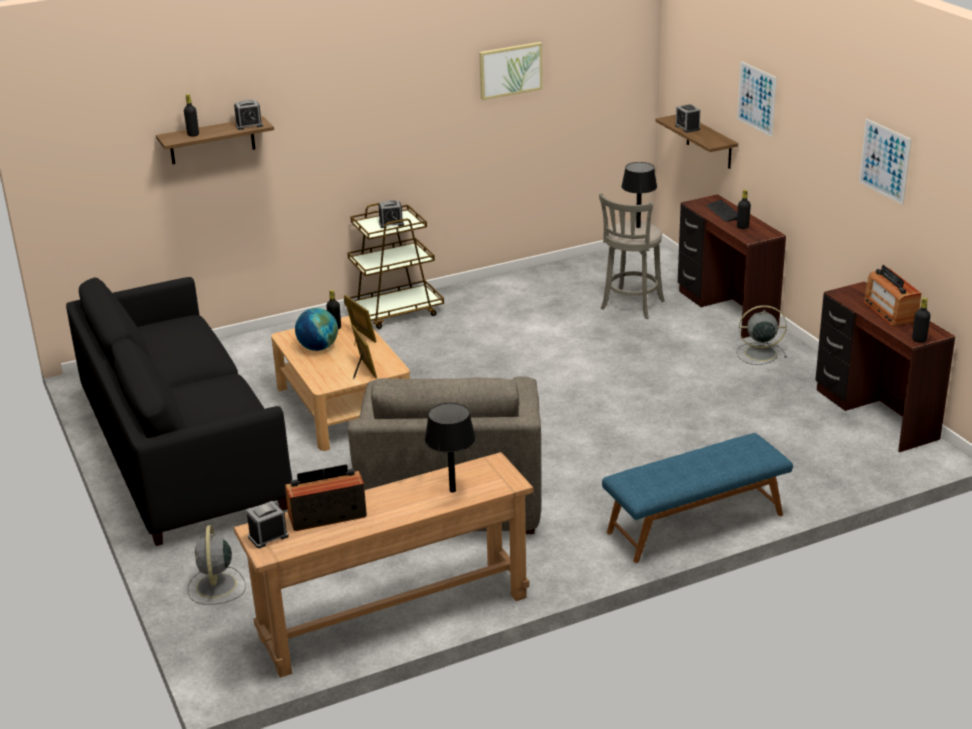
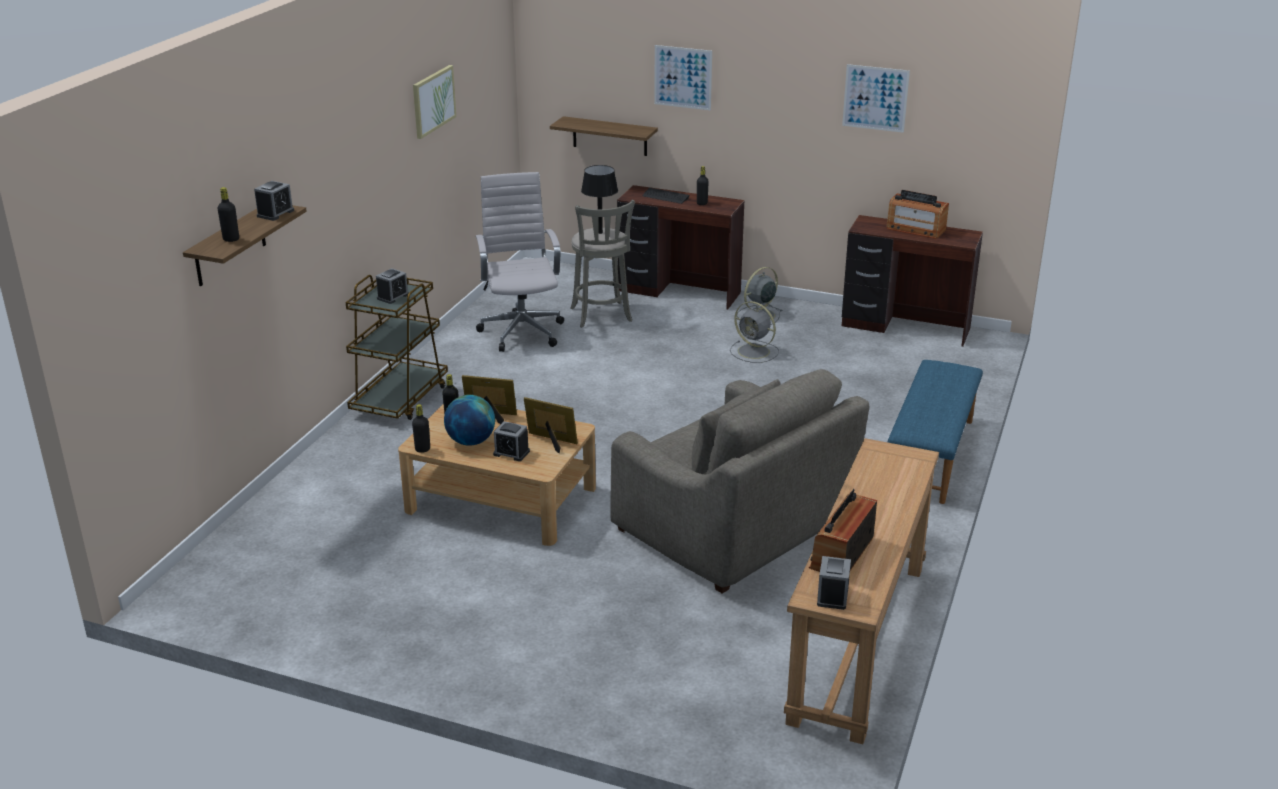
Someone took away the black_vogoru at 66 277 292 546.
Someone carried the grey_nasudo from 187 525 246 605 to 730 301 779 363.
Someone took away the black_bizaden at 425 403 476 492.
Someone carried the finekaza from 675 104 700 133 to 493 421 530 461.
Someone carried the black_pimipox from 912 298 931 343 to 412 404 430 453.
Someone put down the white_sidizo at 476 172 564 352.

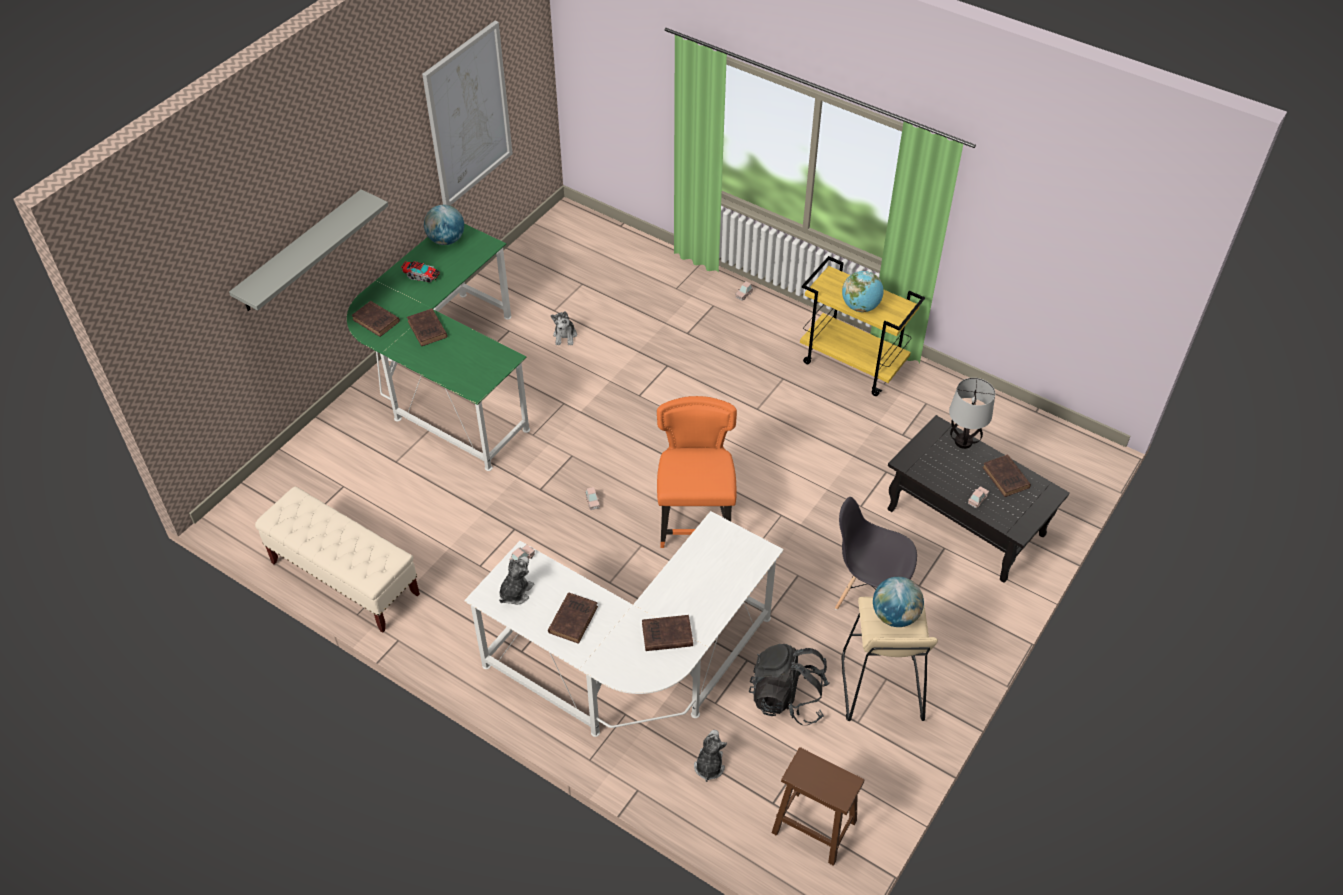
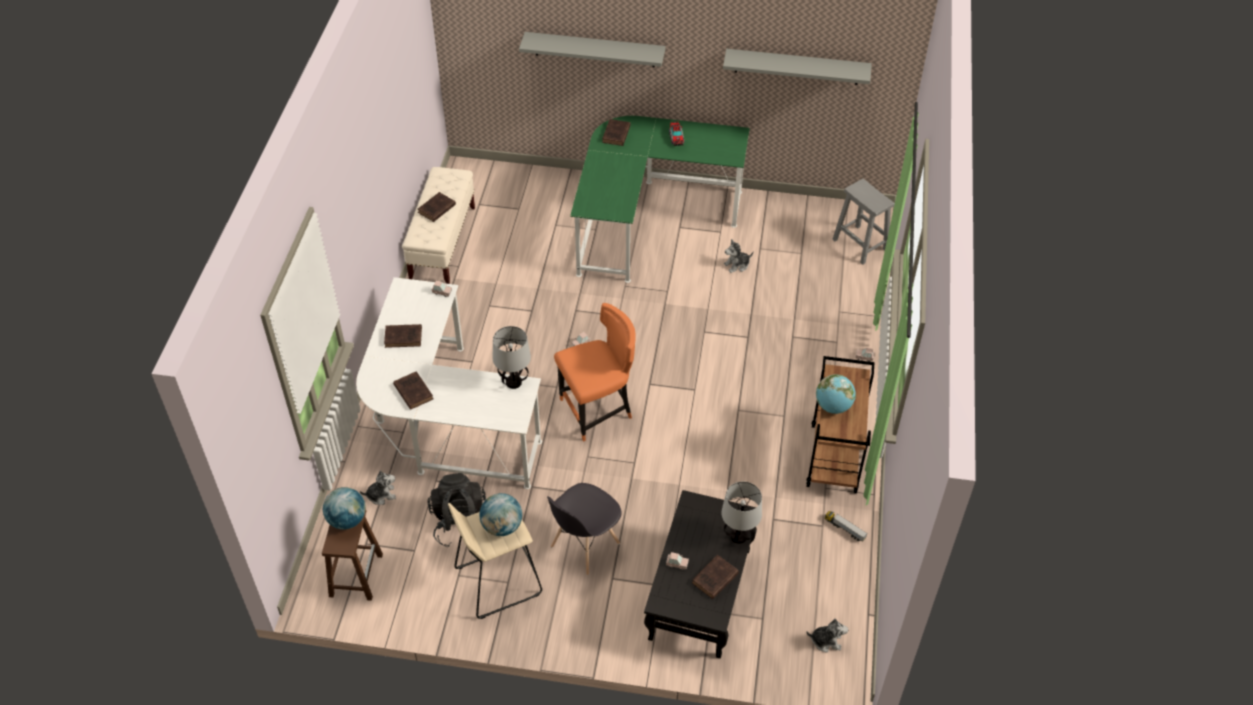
Someone carried the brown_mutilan from 407 309 448 346 to 418 192 456 222.
Someone swapped the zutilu at 422 21 513 206 for the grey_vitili at 723 49 872 85.
Someone carried the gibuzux from 424 205 464 245 to 323 487 366 530.
Someone carried the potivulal from 499 556 534 605 to 806 618 848 652.
Someone repainted the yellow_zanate at 800 256 925 396, which became the brown_zanate at 806 356 874 493.
Someone rotated the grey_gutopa at 835 497 917 610 by 135 degrees counterclockwise.
Someone put down the bizaden at 493 326 531 389.
Someone put down the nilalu at 825 511 867 542.
Someone put down the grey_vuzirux at 832 179 895 265.

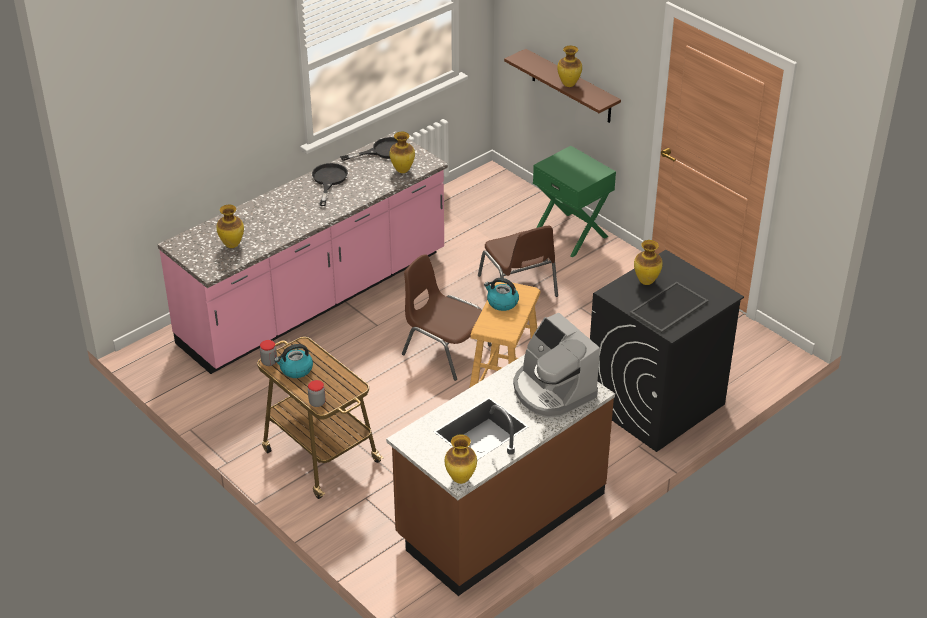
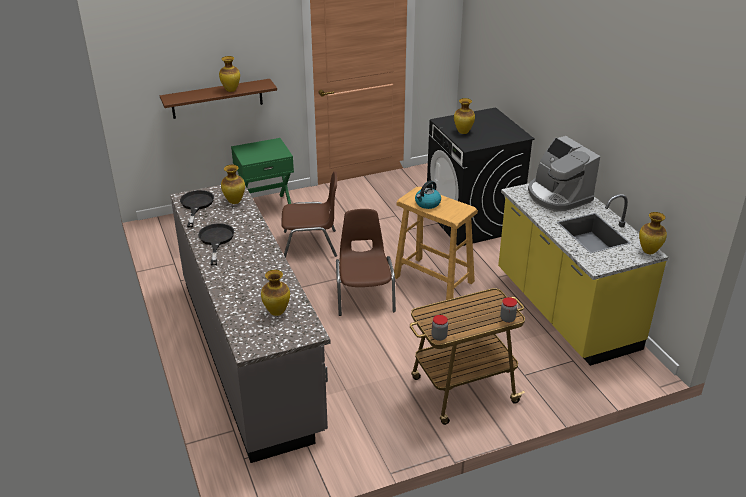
Someone repainted the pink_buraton at 158 131 448 374, which became the grey_buraton at 170 185 330 463.
Someone took away the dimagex at 274 344 313 378.
Someone rotated the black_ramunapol at 312 163 348 206 by 60 degrees clockwise.
Someone repainted the brown_buraton at 386 355 615 596, which became the yellow_buraton at 498 183 668 366.
Someone rotated the brown_gutopa at 402 254 492 381 by 120 degrees clockwise.
Someone rotated the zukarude at 513 313 600 418 by 75 degrees clockwise.
Someone took away the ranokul at 630 282 709 334.

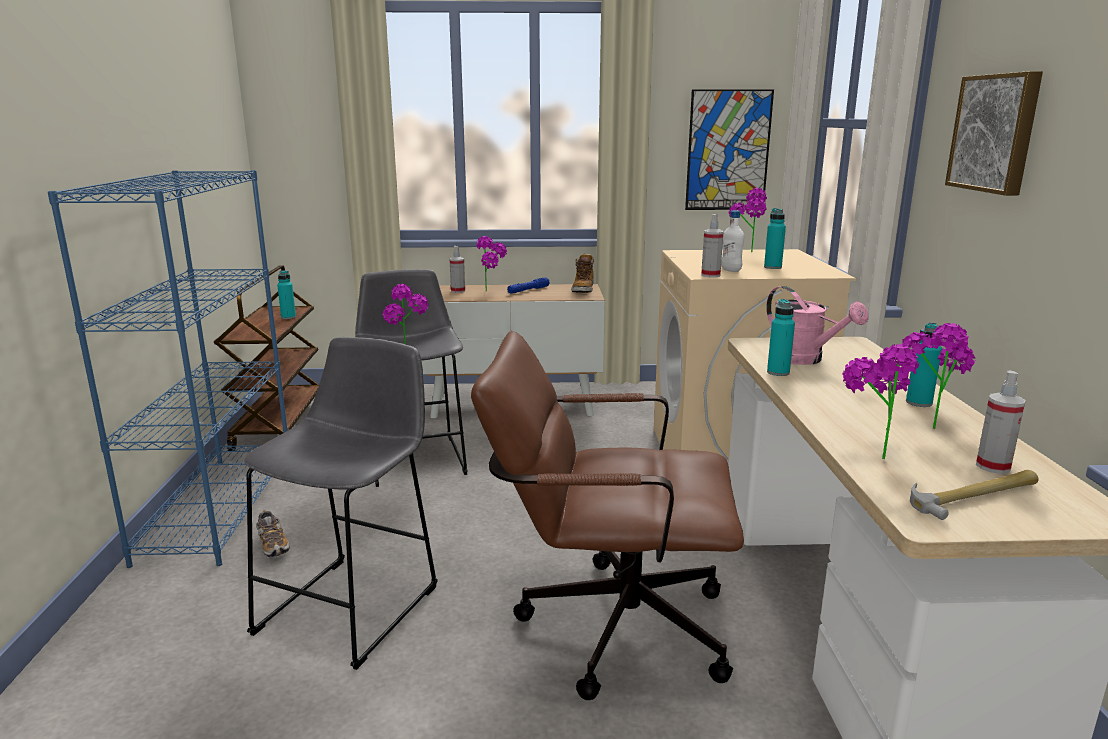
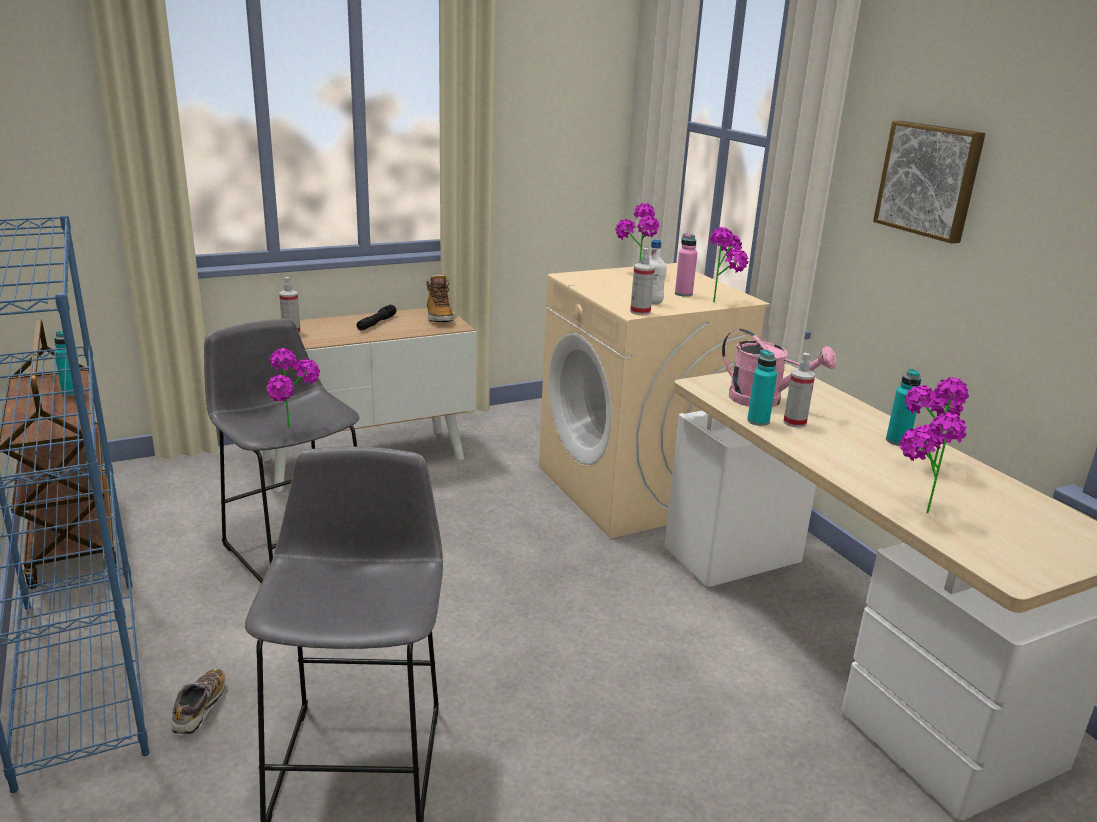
Someone rotated the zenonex at 256 510 290 559 by 120 degrees counterclockwise.
Someone took away the brown_sidizo at 471 331 744 700.
Someone carried the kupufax from 477 236 507 292 to 710 227 748 302.
Someone repainted the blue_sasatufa at 507 277 549 293, which became the black_sasatufa at 357 305 397 330.
Someone took away the zutilu at 685 89 774 210.
Someone repainted the turquoise_pimipox at 764 208 786 269, which became the pink_pimipox at 675 233 697 297.
Someone took away the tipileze at 910 470 1038 520.
Someone carried the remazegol from 976 371 1026 474 to 783 353 815 428.

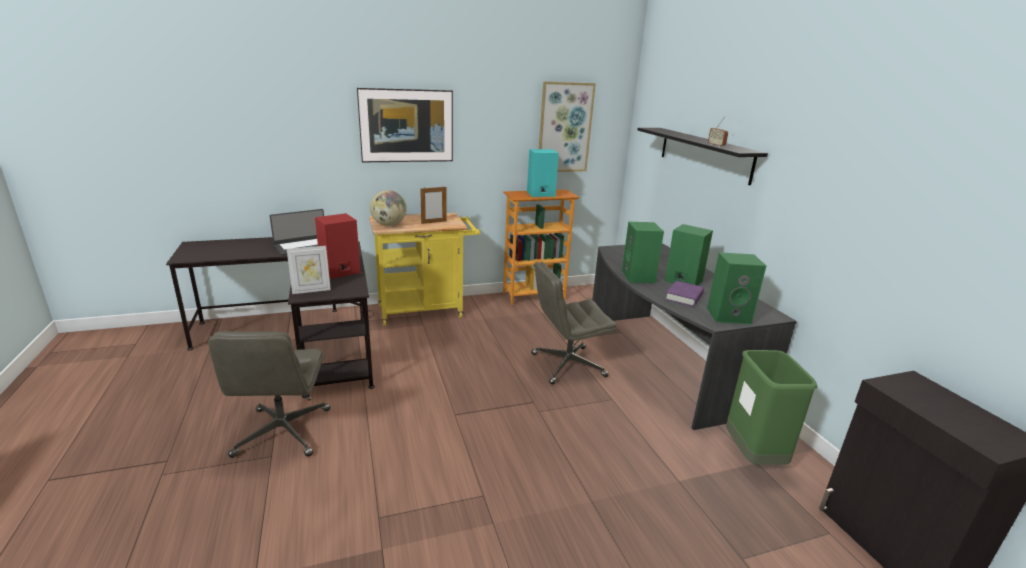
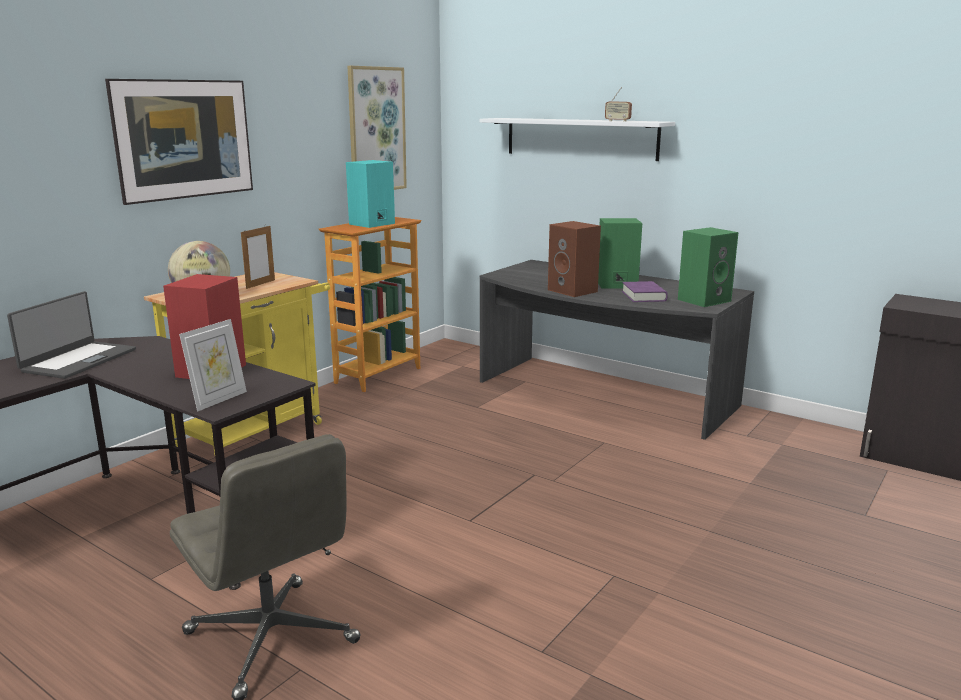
Someone took away the grey_sidizo at 531 262 616 384.
Someone repainted the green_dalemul at 622 222 664 283, which became the brown_dalemul at 548 221 601 297.
Someone repainted the black_vitili at 637 128 768 185, which became the white_vitili at 480 118 675 161.
Someone took away the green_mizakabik at 726 350 818 465.

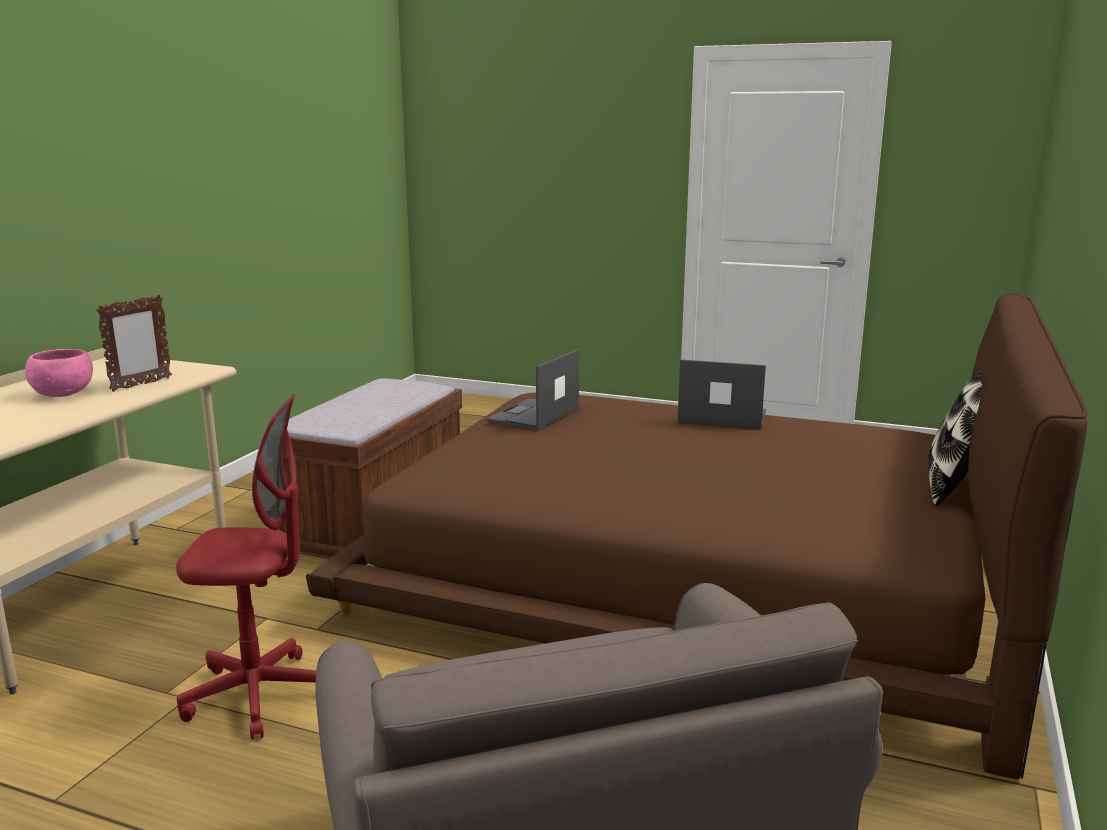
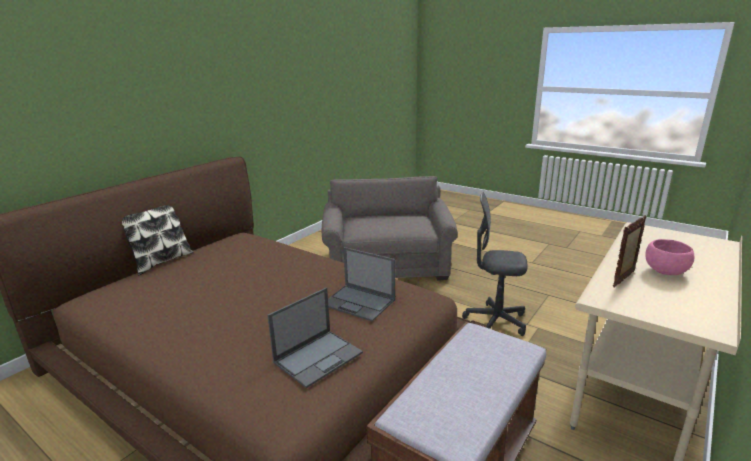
Someone repainted the red_sidizo at 176 394 316 739, which became the grey_sidizo at 462 191 528 336.
Someone carried the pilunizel from 677 359 766 429 to 328 247 395 322.

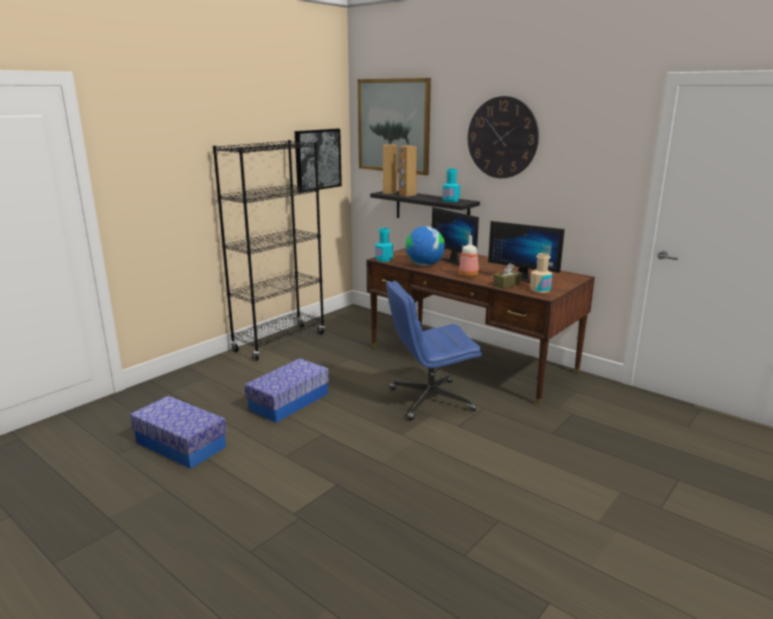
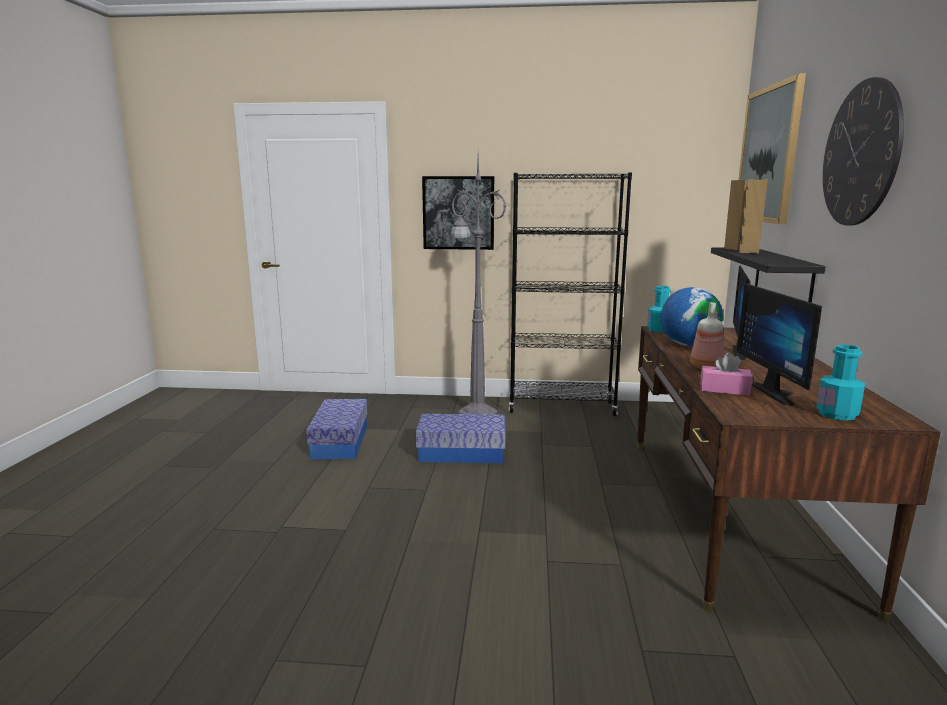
Someone carried the zutilu from 295 129 342 193 to 422 176 494 250.
Someone took away the blue_sidizo at 386 280 482 420.
Someone carried the turquoise_pimipox from 442 168 460 202 to 816 344 865 421.
Someone repainted the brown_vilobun at 493 263 522 289, which became the pink_vilobun at 700 352 753 396.
Someone took away the beige_pimipox at 530 253 552 293.
Someone put down the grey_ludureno at 451 156 506 415.

